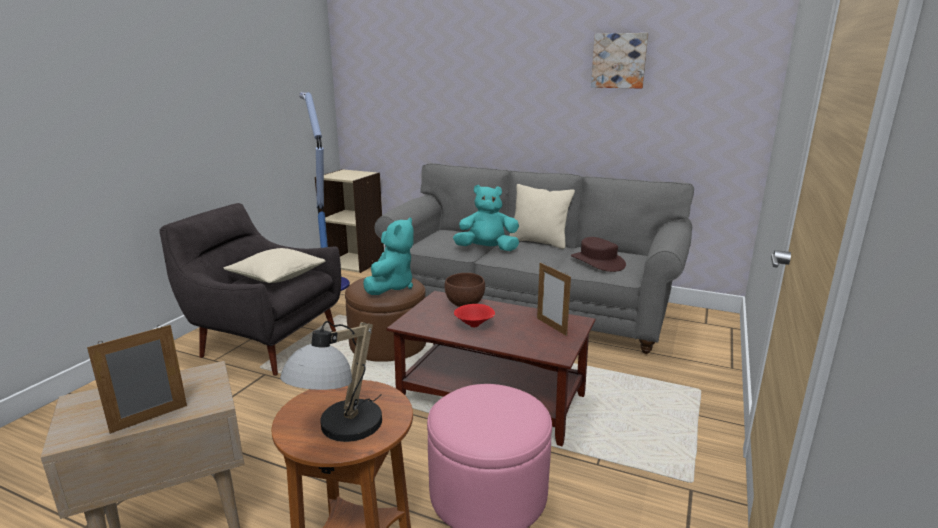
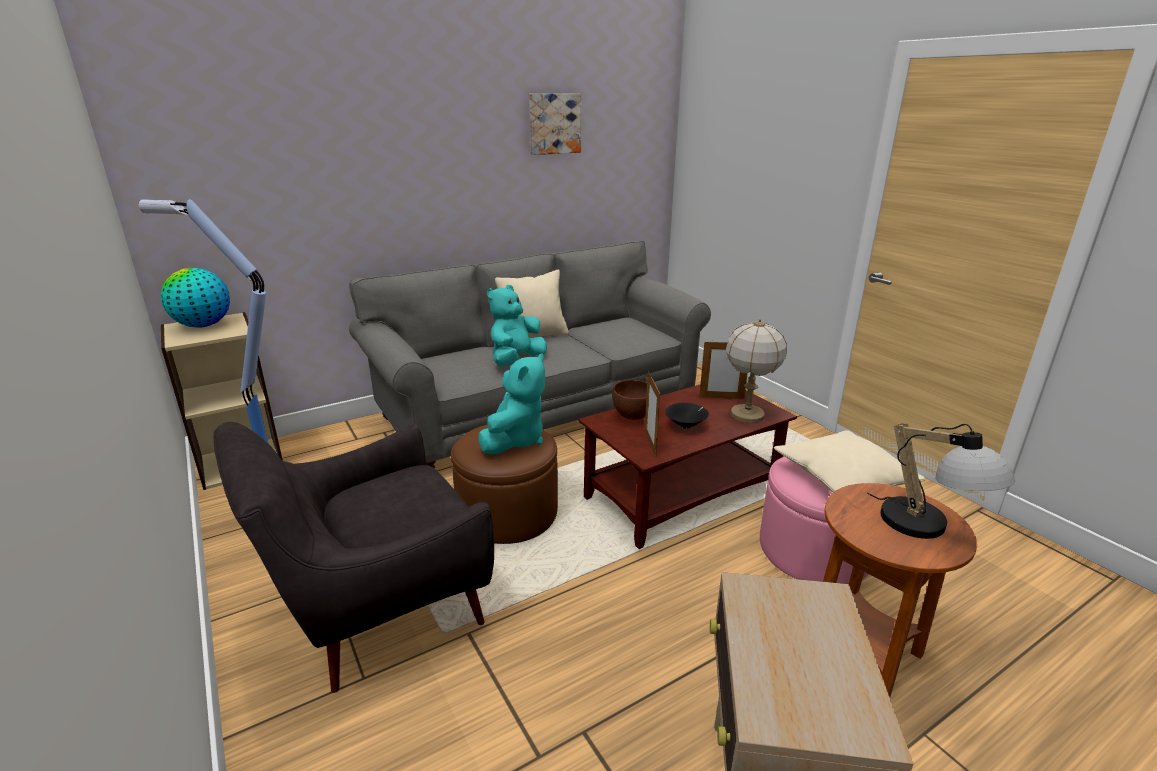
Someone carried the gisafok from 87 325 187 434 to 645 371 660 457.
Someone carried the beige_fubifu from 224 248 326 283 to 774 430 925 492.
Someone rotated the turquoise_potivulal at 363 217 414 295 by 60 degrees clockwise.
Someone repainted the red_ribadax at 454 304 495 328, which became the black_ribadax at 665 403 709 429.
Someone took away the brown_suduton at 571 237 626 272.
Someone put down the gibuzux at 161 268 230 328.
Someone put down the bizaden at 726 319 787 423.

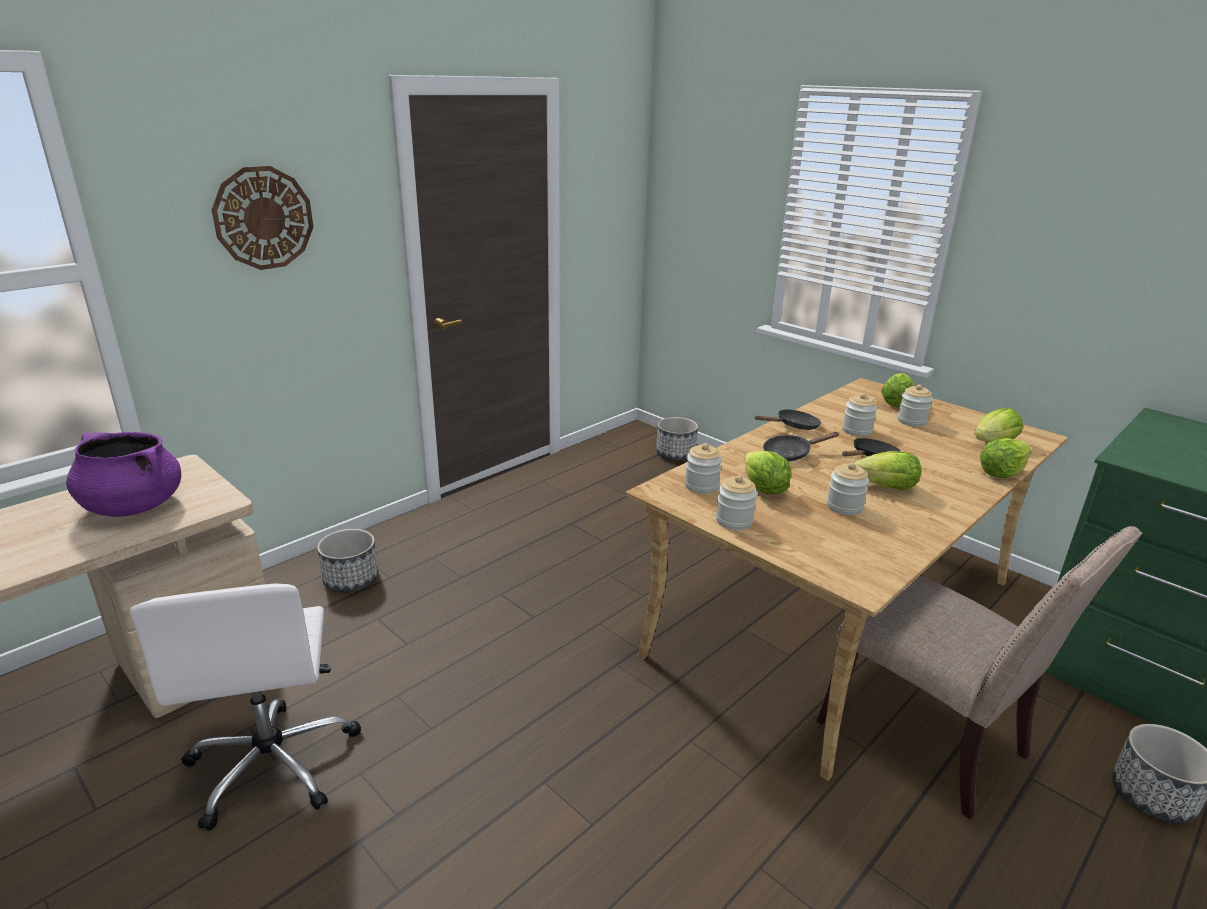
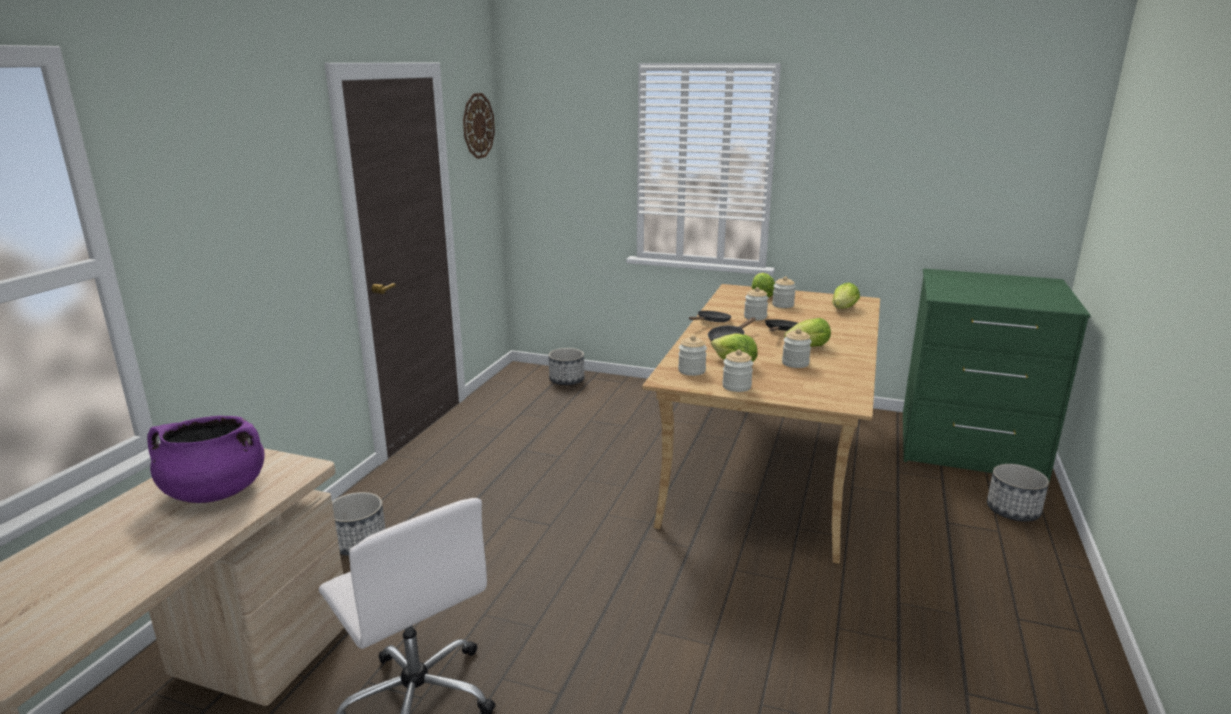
Someone carried the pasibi from 212 166 314 270 to 463 93 495 159.
Someone took away the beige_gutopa at 816 526 1143 819.
Someone took away the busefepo at 980 438 1032 478.

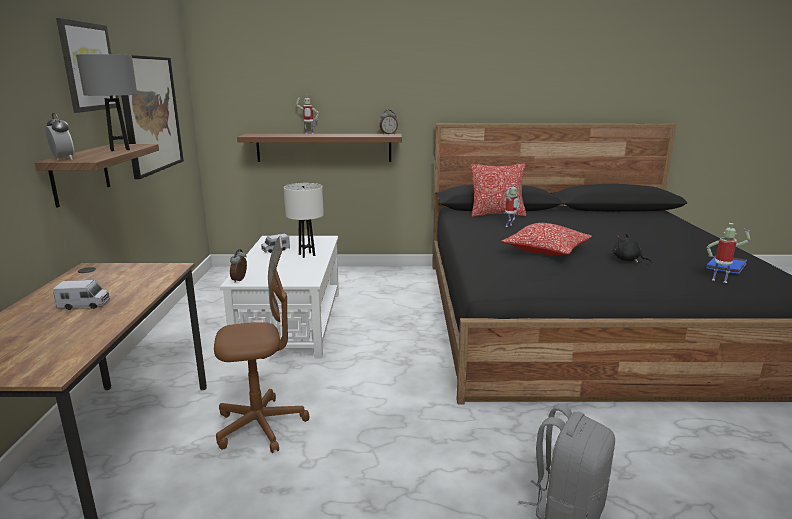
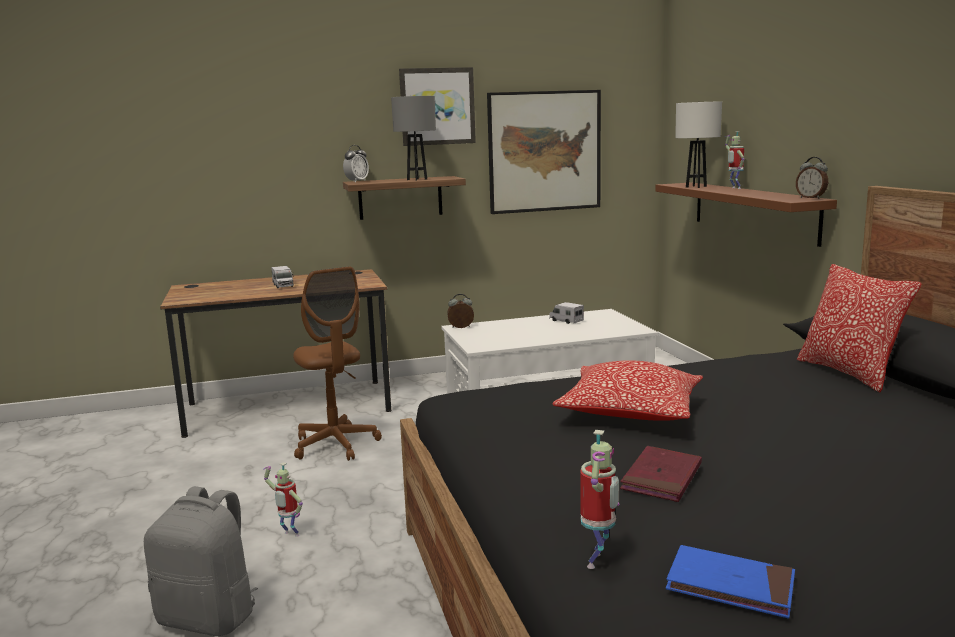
Someone carried the white_bizaden from 284 183 324 258 to 675 101 722 188.
Someone carried the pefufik from 505 183 520 227 to 263 462 303 537.
Someone swapped the black_potivulal at 613 233 652 263 for the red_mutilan at 620 446 702 502.

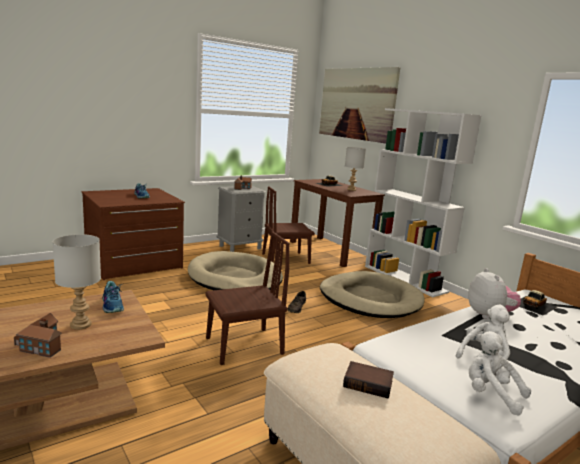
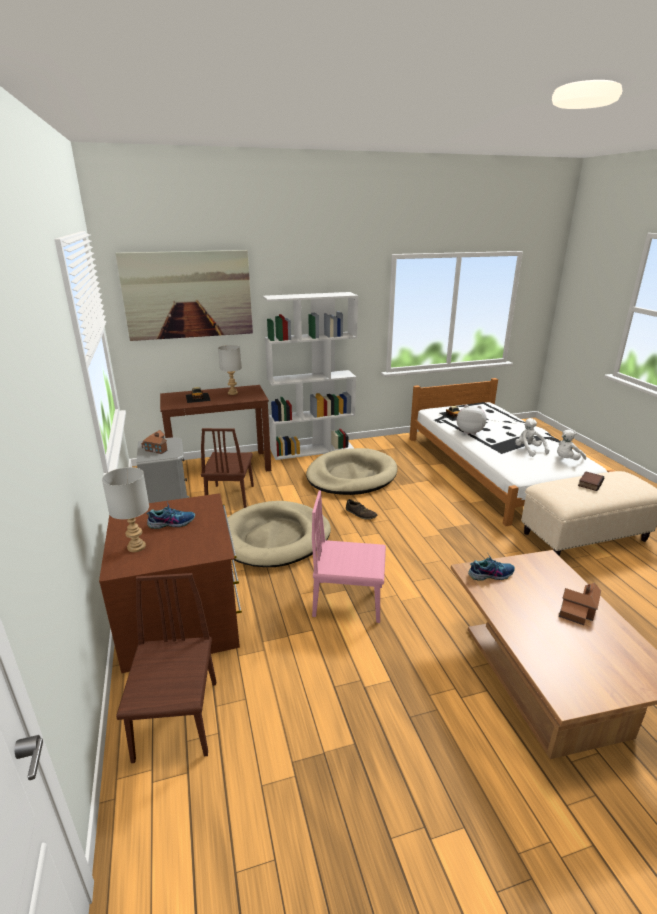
Someone carried the grey_bizaden from 52 234 101 330 to 102 467 149 552.
Someone carried the brown_gutopa from 205 231 290 365 to 116 573 216 763.
Someone put down the pink_gutopa at 312 491 386 623.

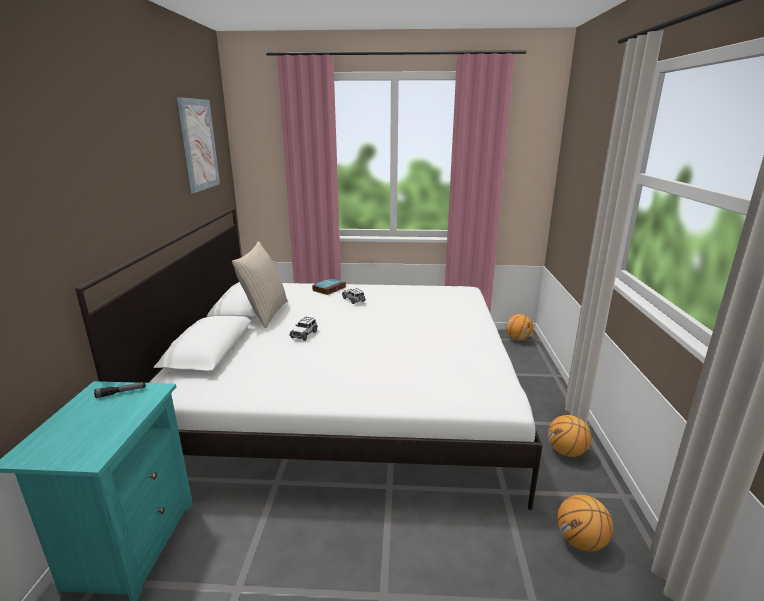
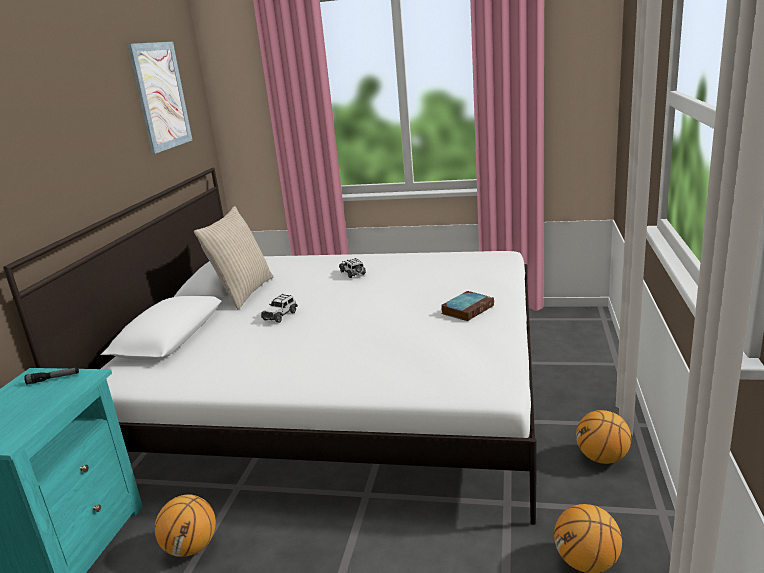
Someone carried the mutilan from 312 278 346 295 to 441 291 494 321.
Someone carried the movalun from 506 314 534 341 to 155 495 216 557.

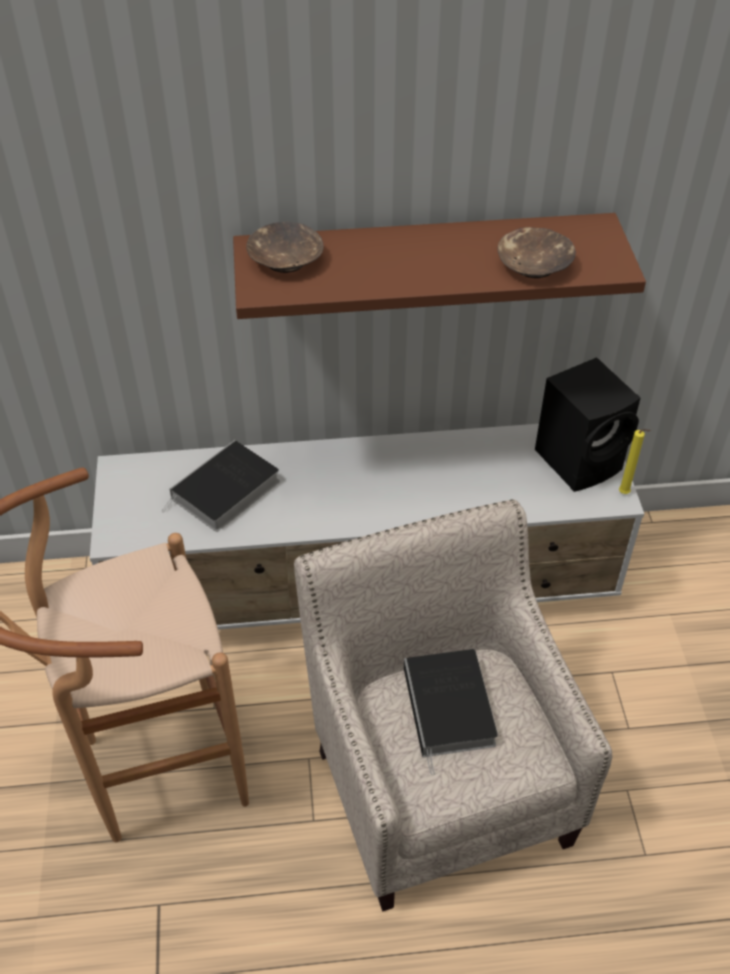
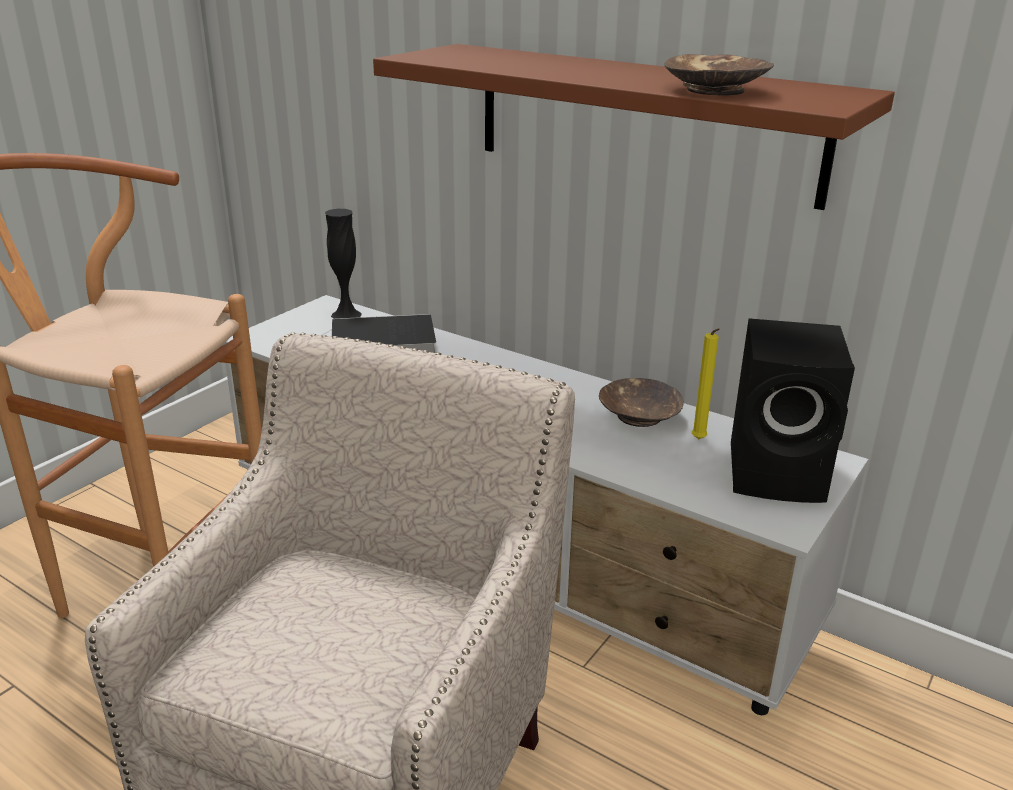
Someone carried the brown_ribadax from 246 222 324 273 to 599 378 684 427.
Someone took away the mutilan at 404 649 498 775.
Someone carried the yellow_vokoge from 619 429 651 494 to 692 328 720 439.
Someone put down the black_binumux at 325 209 362 319.

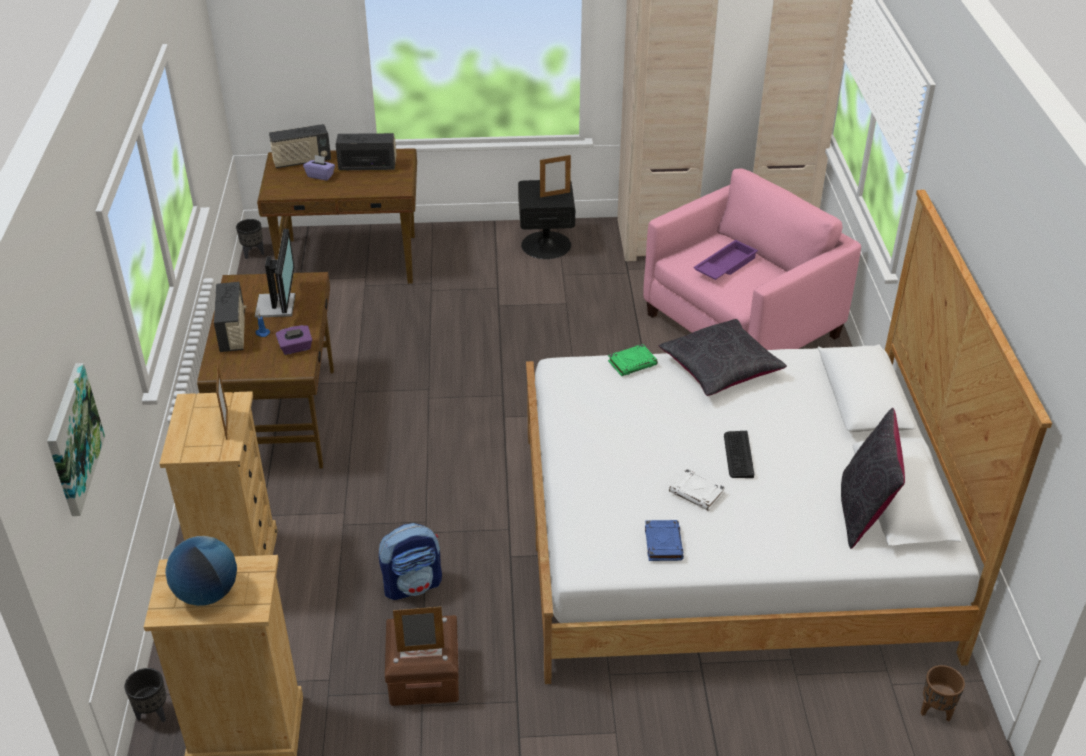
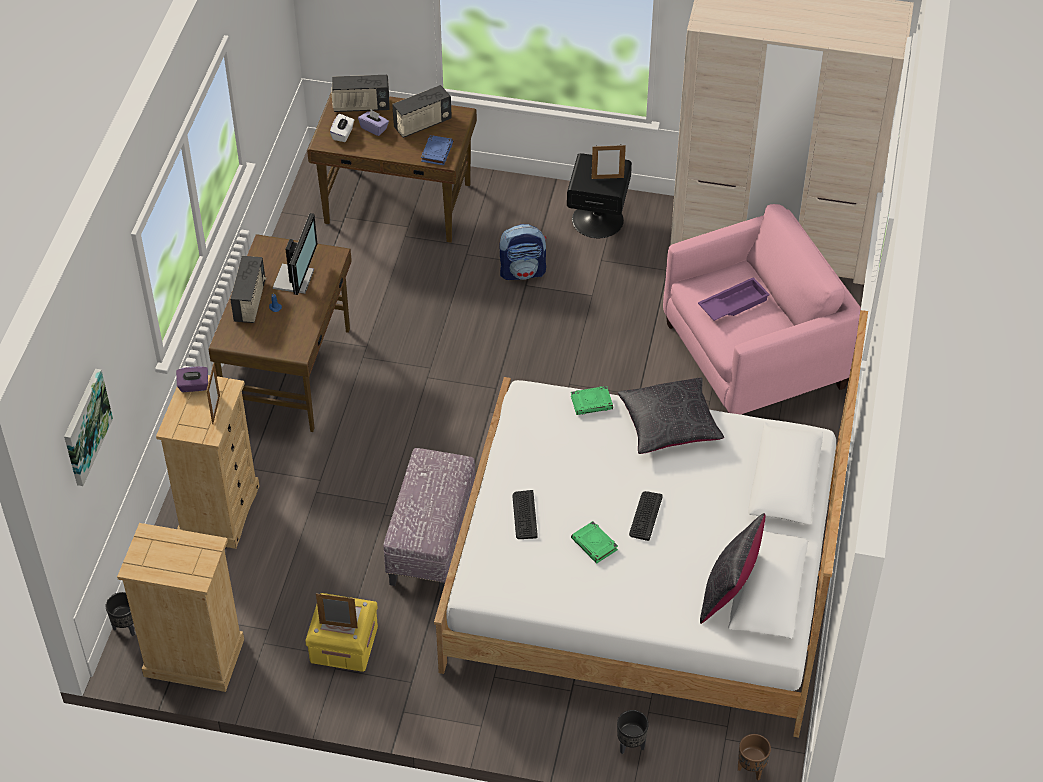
Someone took away the gibuzux at 165 536 237 606.
Someone carried the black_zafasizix from 236 219 264 259 to 617 710 649 754.
Someone carried the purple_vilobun from 276 325 312 355 to 176 367 208 392.
Someone rotated the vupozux at 335 133 397 171 by 135 degrees clockwise.
Someone carried the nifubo from 378 523 442 600 to 500 224 547 280.
Someone repainted the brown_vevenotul at 385 615 459 706, which became the yellow_vevenotul at 305 593 378 672.
Someone carried the blue_mutilan from 645 520 684 561 to 421 135 453 165.
Someone repainted the white_mutilan at 669 469 725 511, which became the green_mutilan at 571 521 618 563.
Someone put down the white_vilobun at 330 114 354 142.
Someone put down the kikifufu at 383 448 475 594.
Someone put down the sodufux at 513 490 538 539.

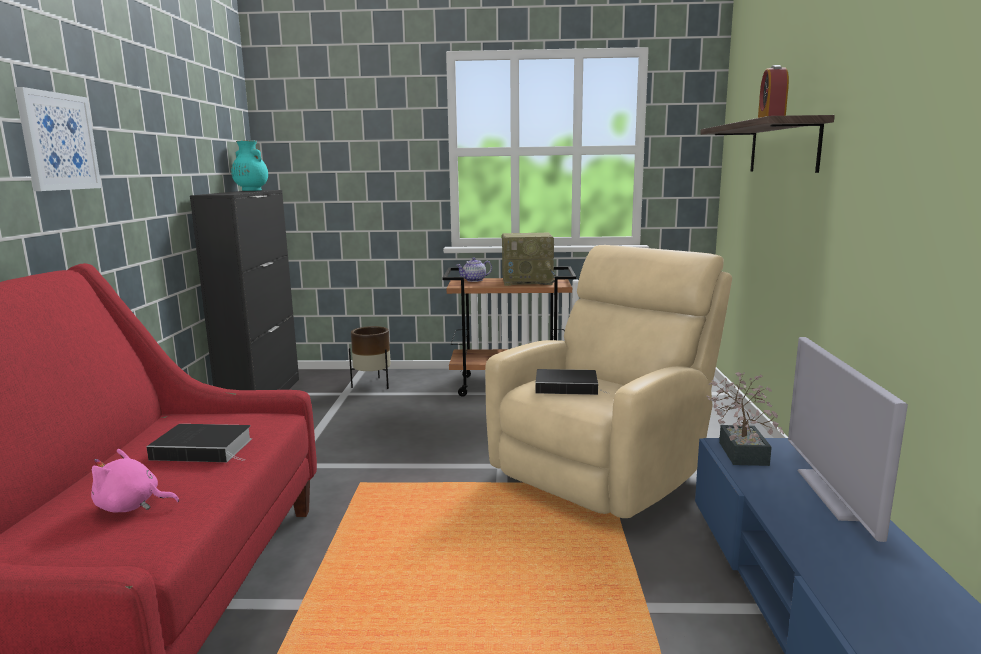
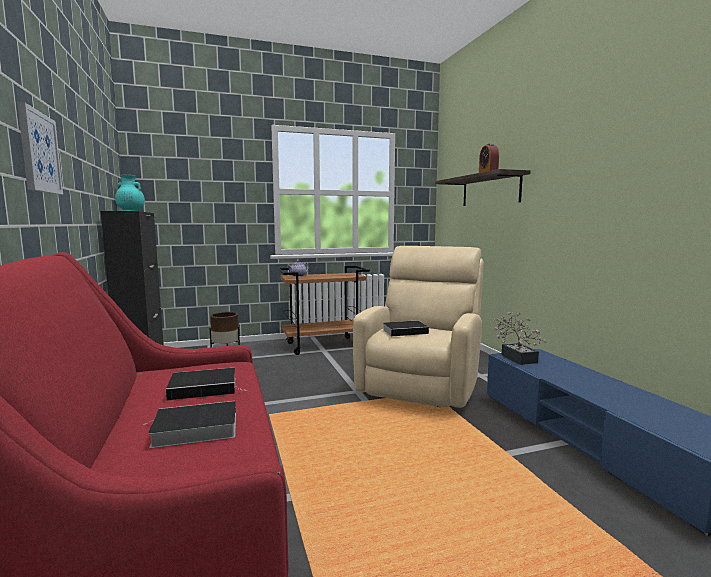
Someone swapped the pink_potivulal at 91 449 179 513 for the mutilan at 143 401 236 448.
Someone took away the vupozux at 502 233 556 286.
Someone took away the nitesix at 788 337 908 542.

